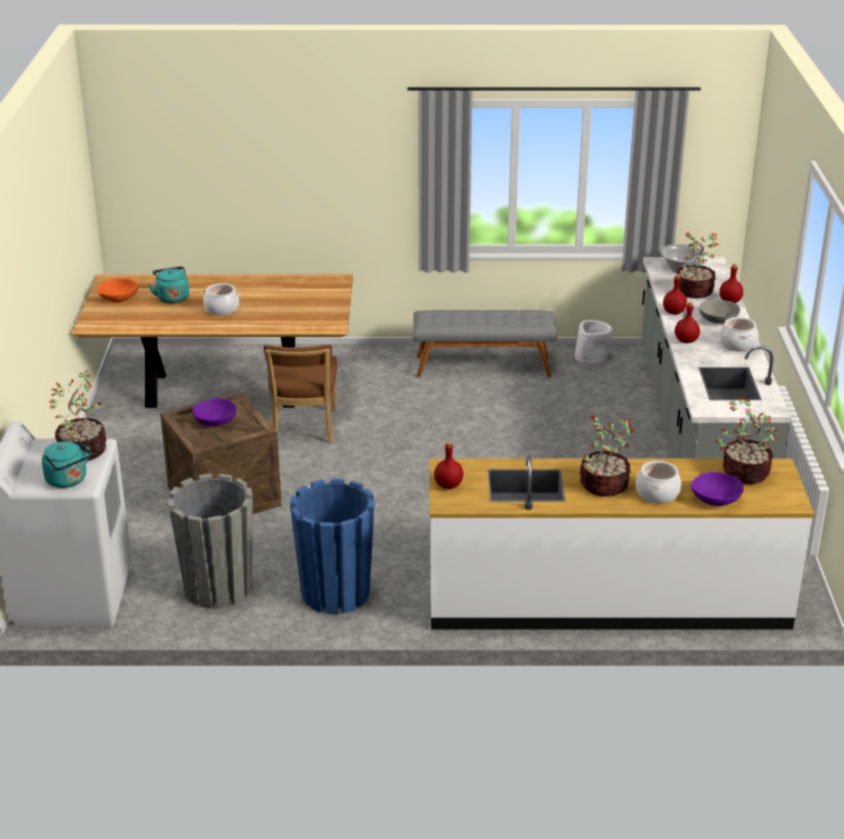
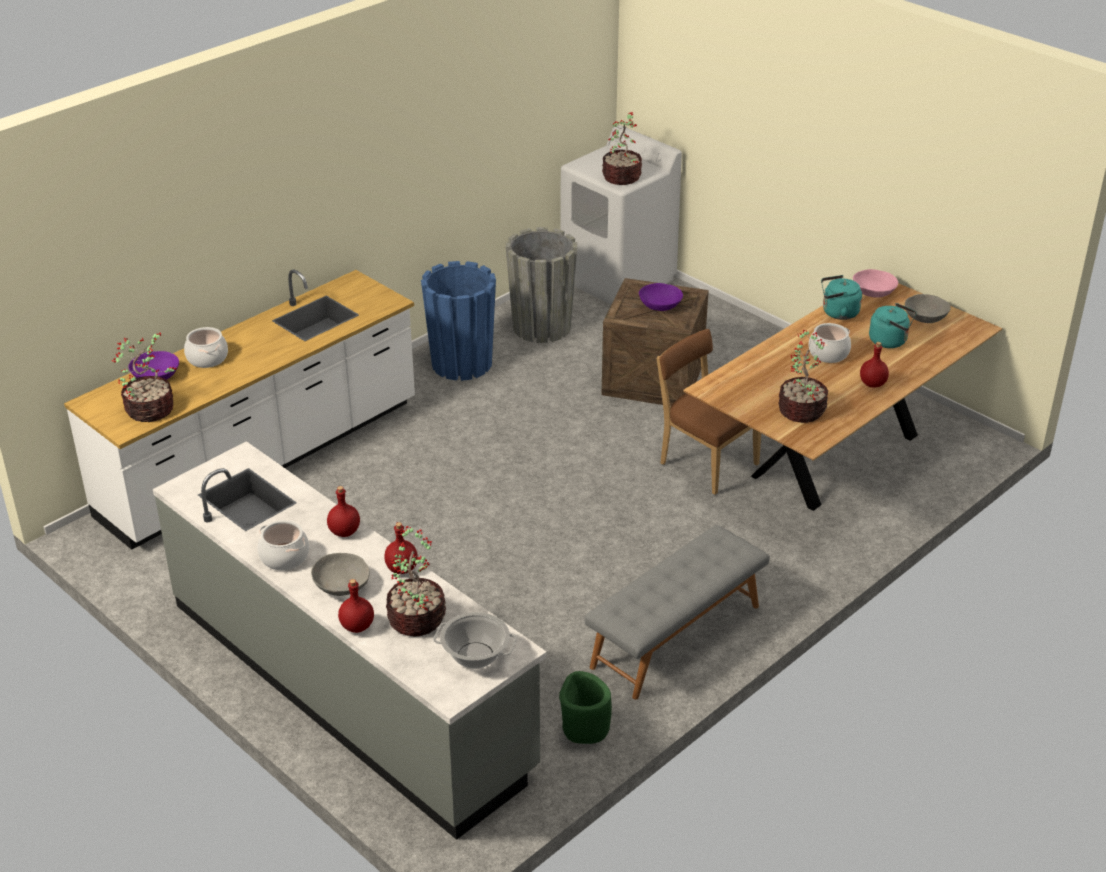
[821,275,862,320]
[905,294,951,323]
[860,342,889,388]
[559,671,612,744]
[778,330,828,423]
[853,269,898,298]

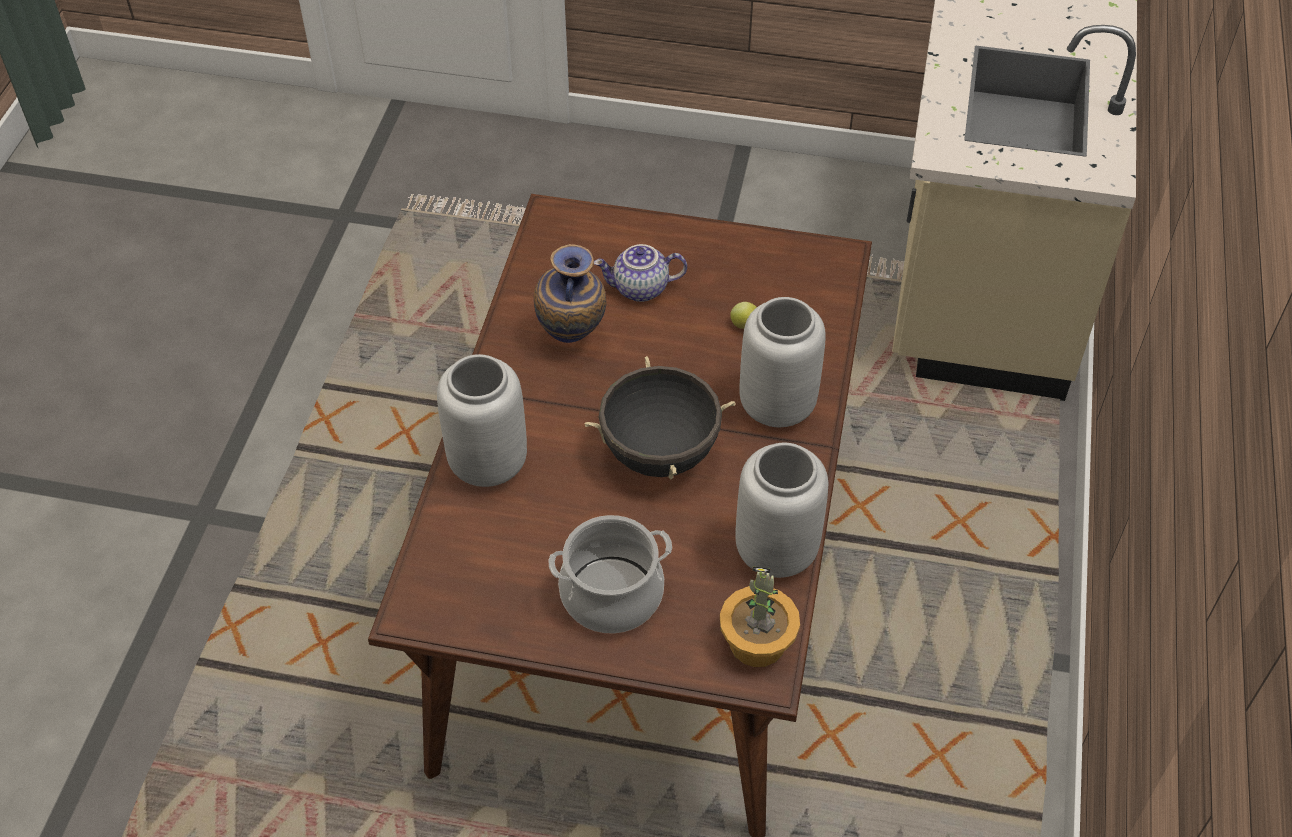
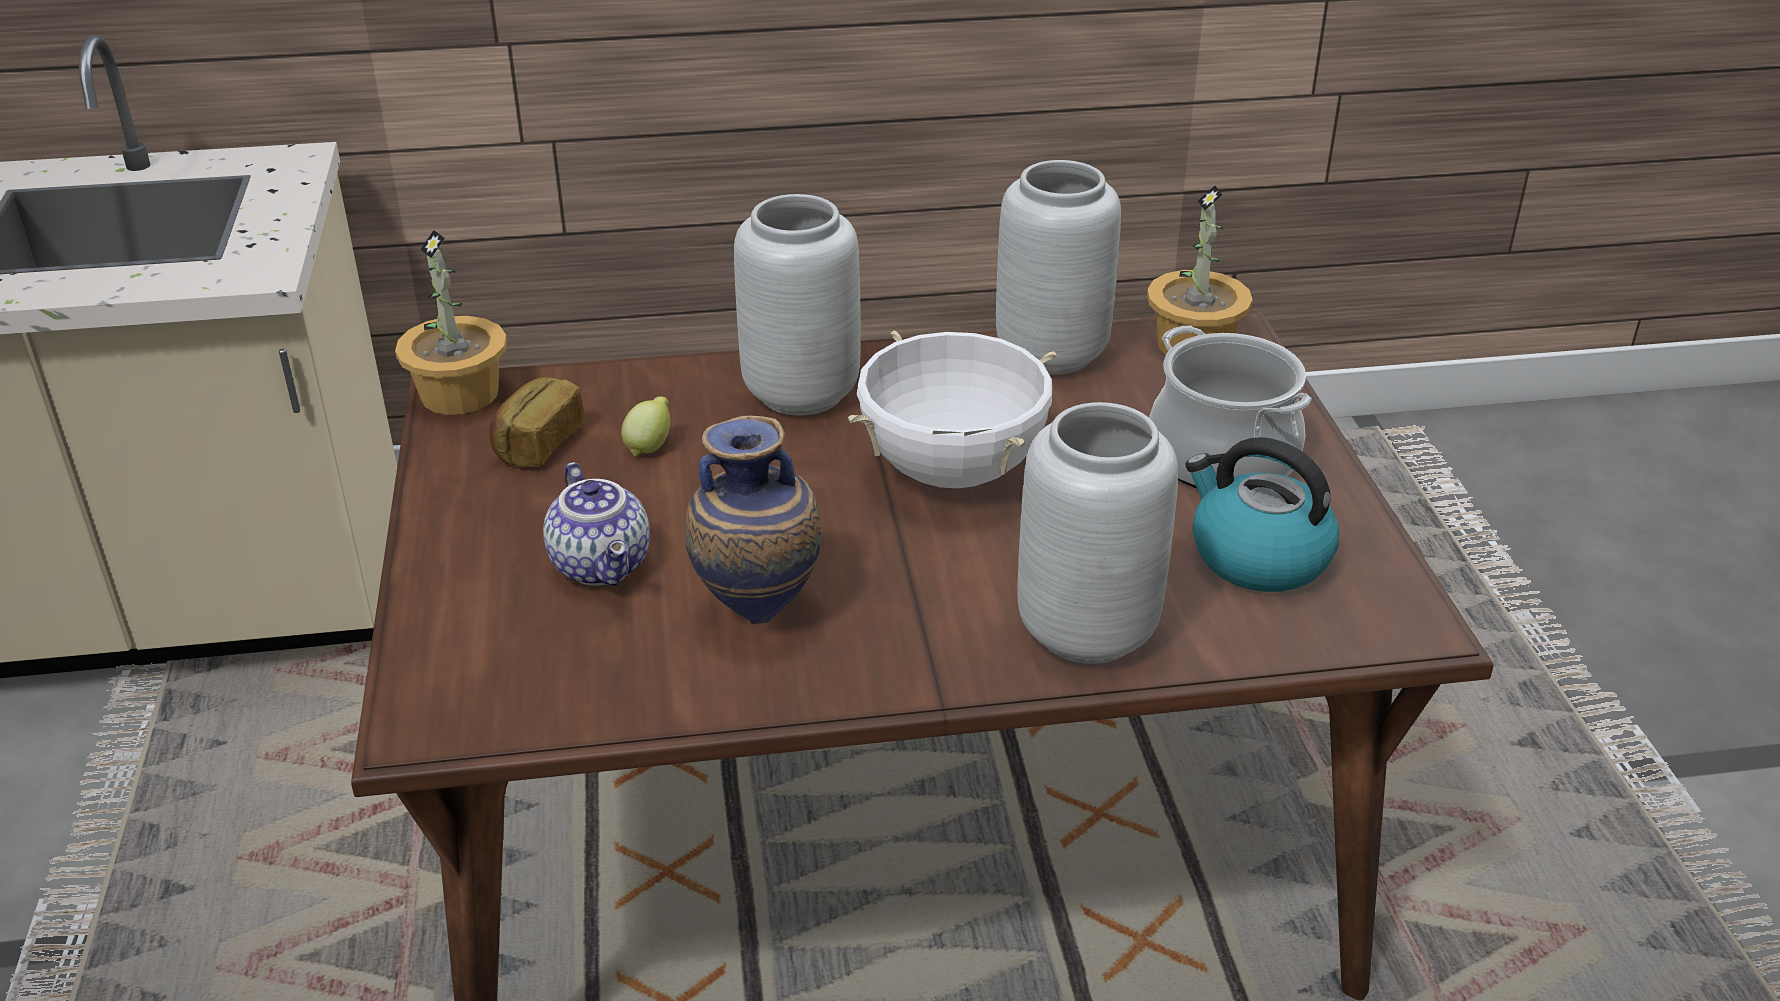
[848,330,1057,488]
[395,230,507,415]
[490,377,584,467]
[1185,437,1339,592]

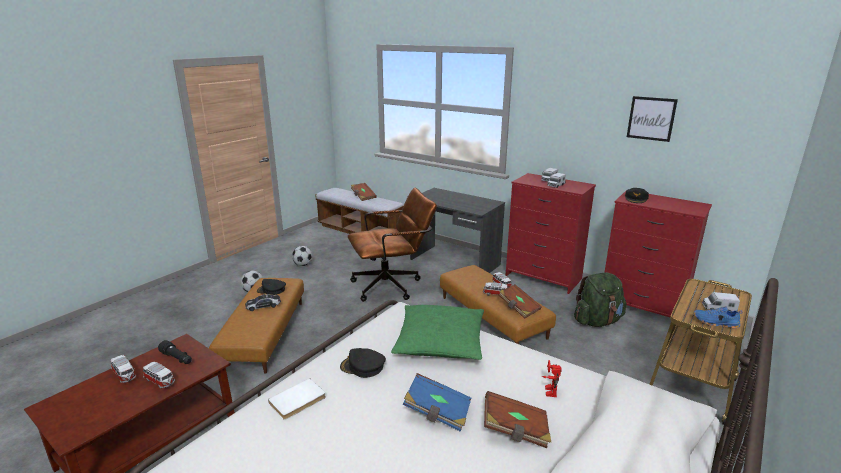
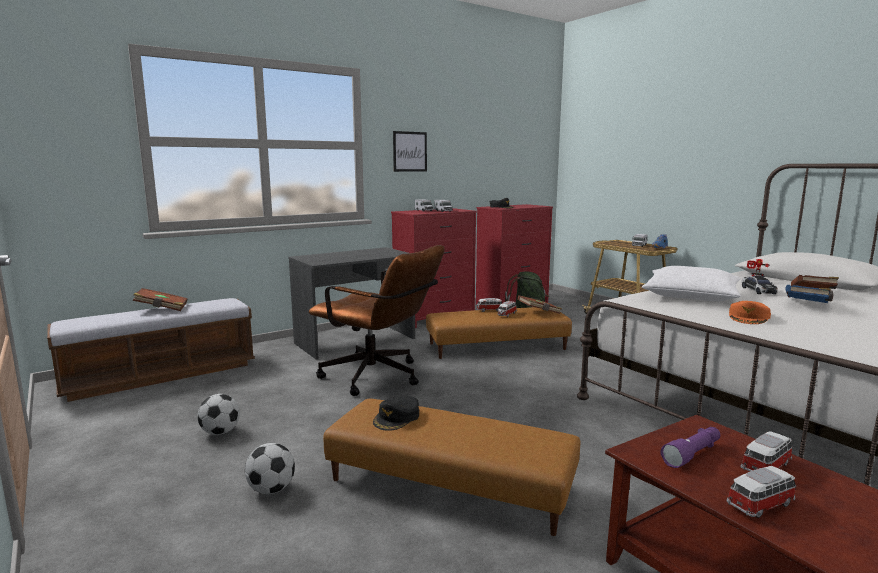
[660,427,720,468]
[742,276,778,294]
[268,378,326,420] (first image)
[729,301,771,324]
[309,245,444,396]
[642,266,741,301]
[393,131,427,172]

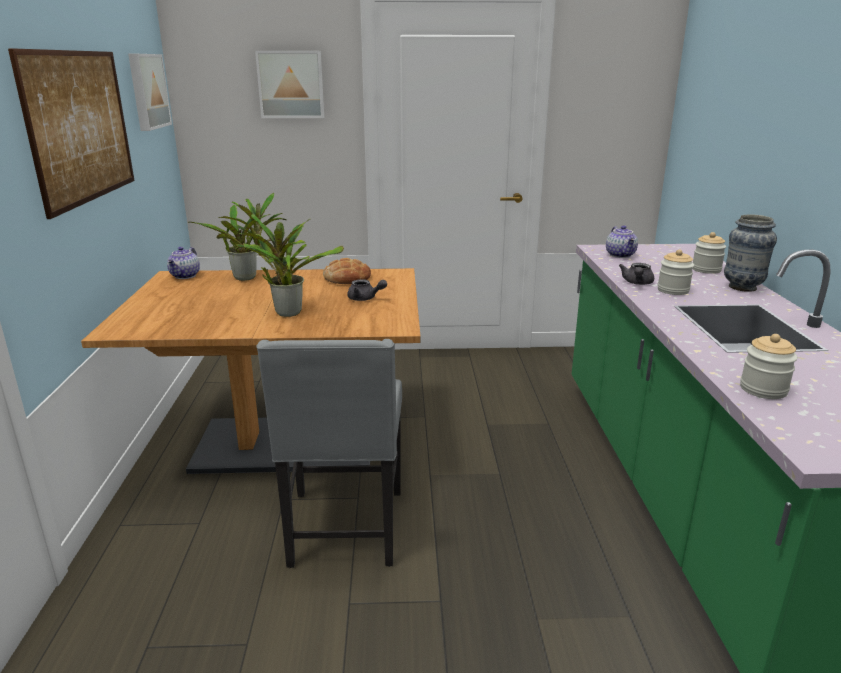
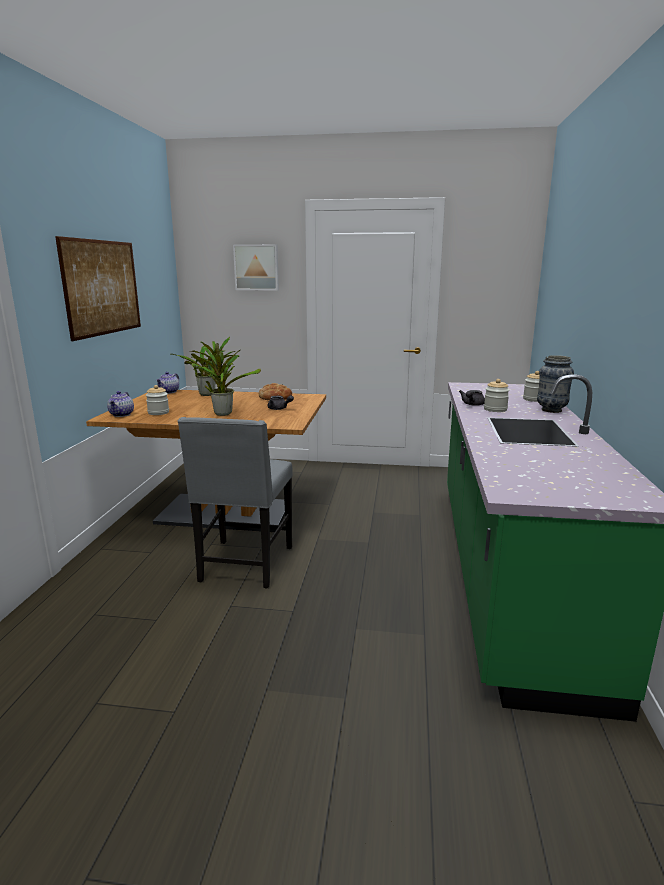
[128,54,172,131] (first image)
[107,391,134,417]
[146,385,169,415]

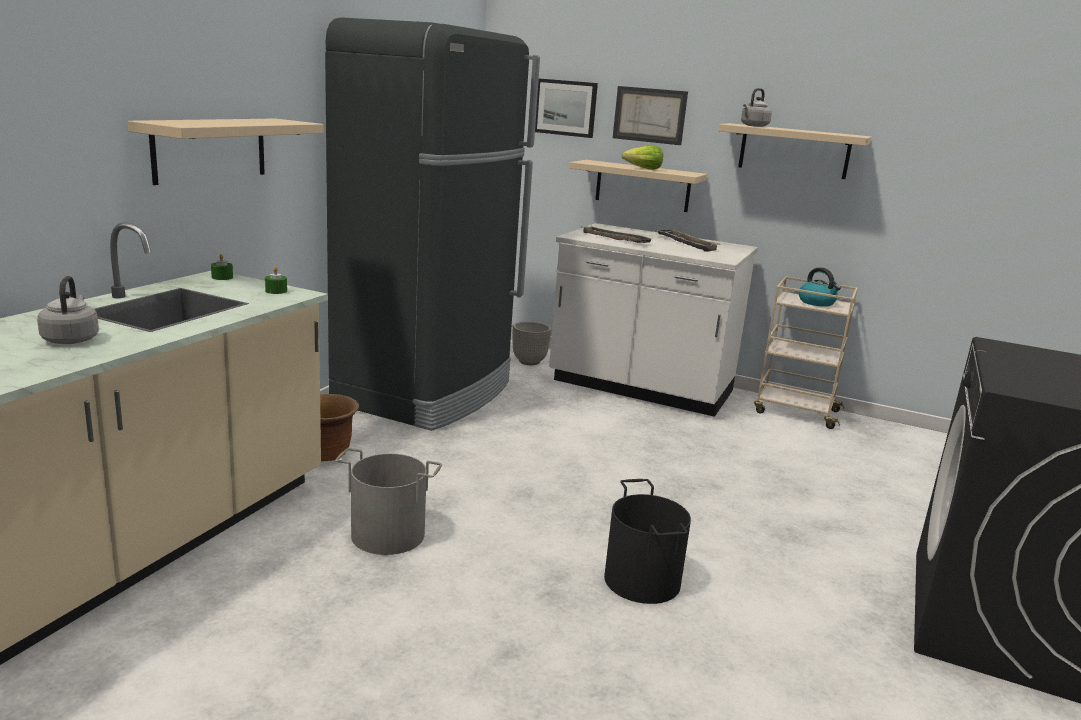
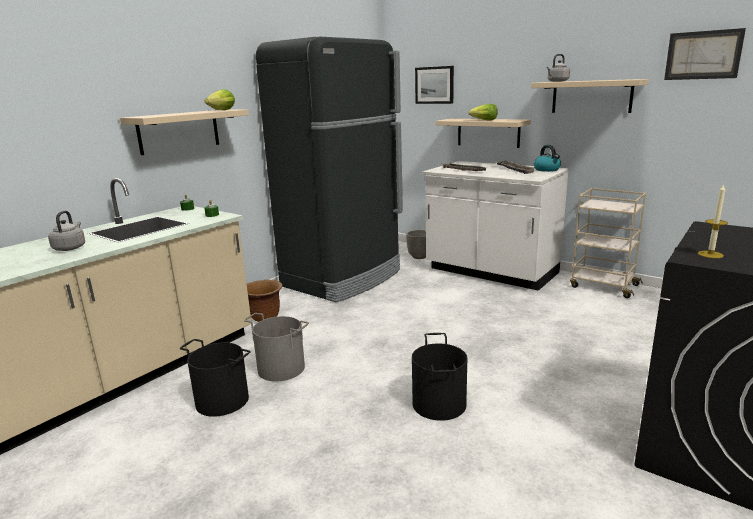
[664,28,746,80]
[534,145,561,172]
[180,339,251,417]
[204,89,235,110]
[698,184,728,258]

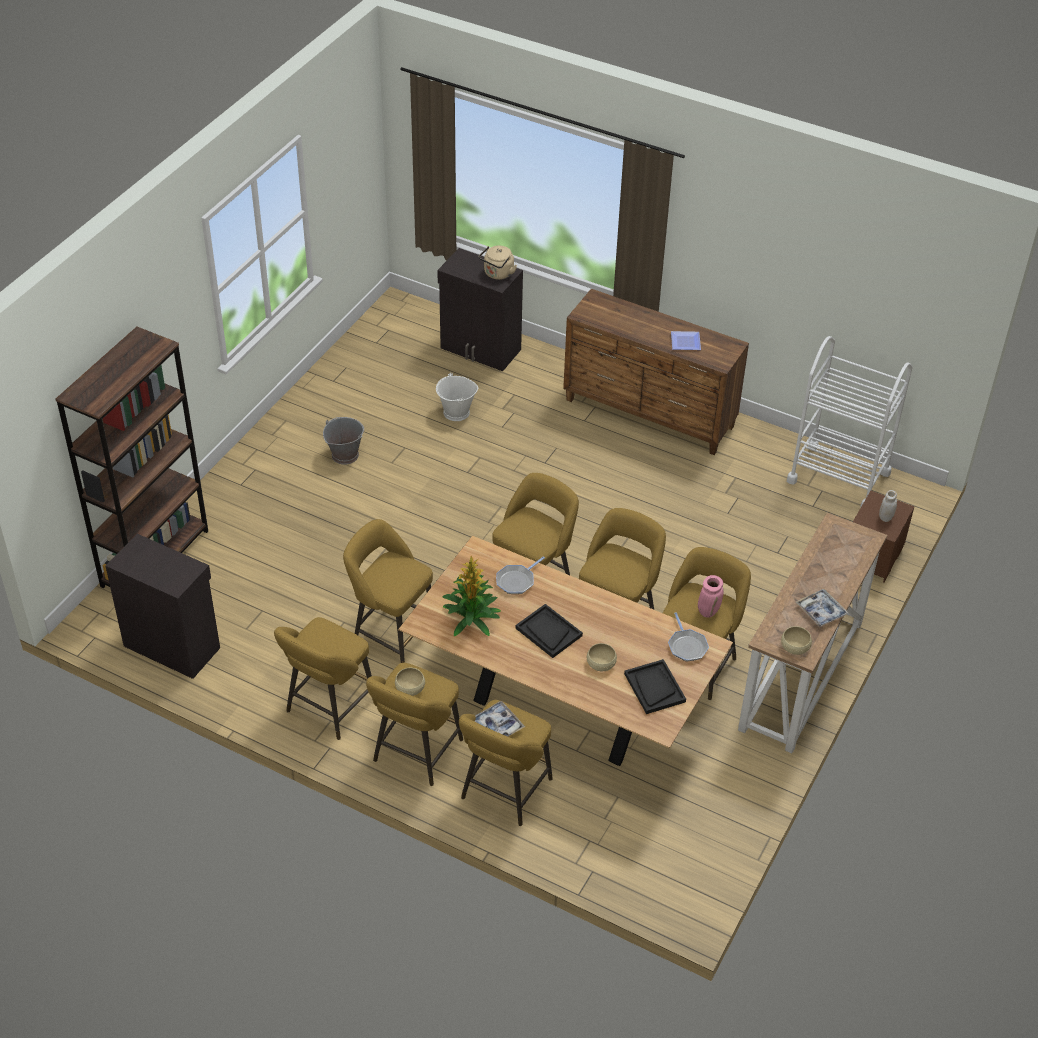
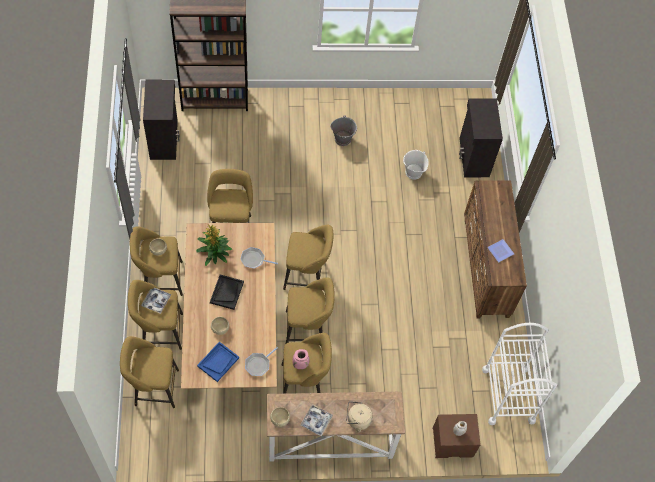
[120,336,179,408]
[346,401,372,432]
[197,342,239,382]

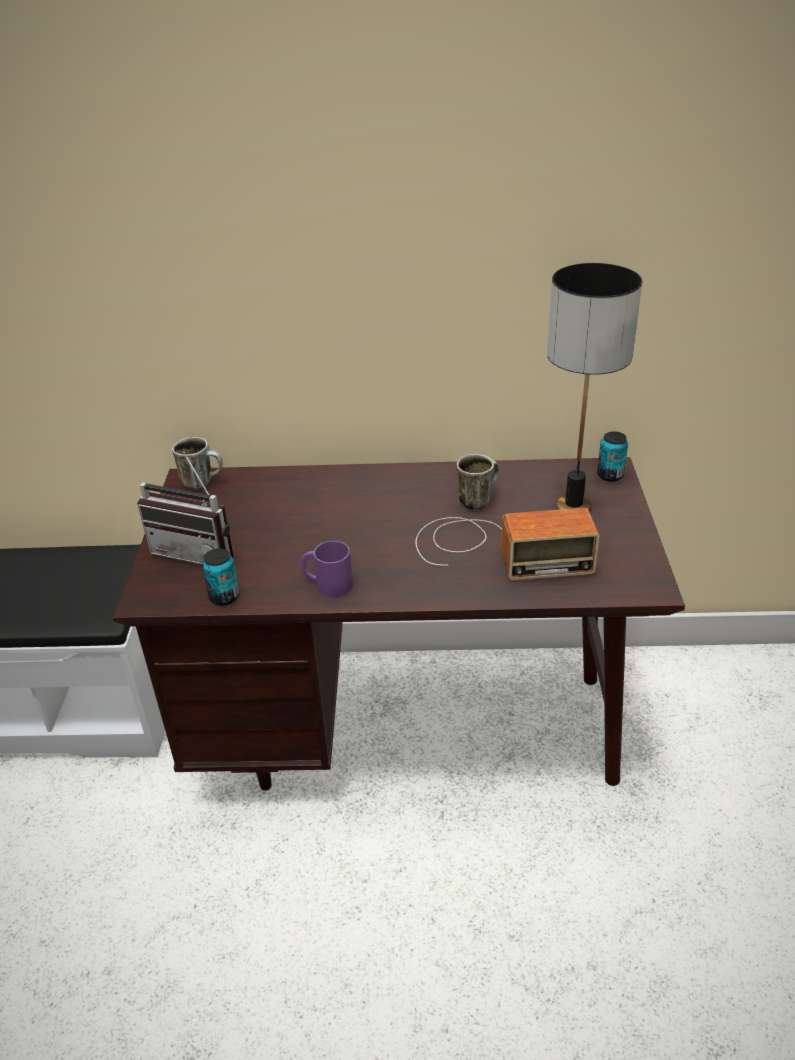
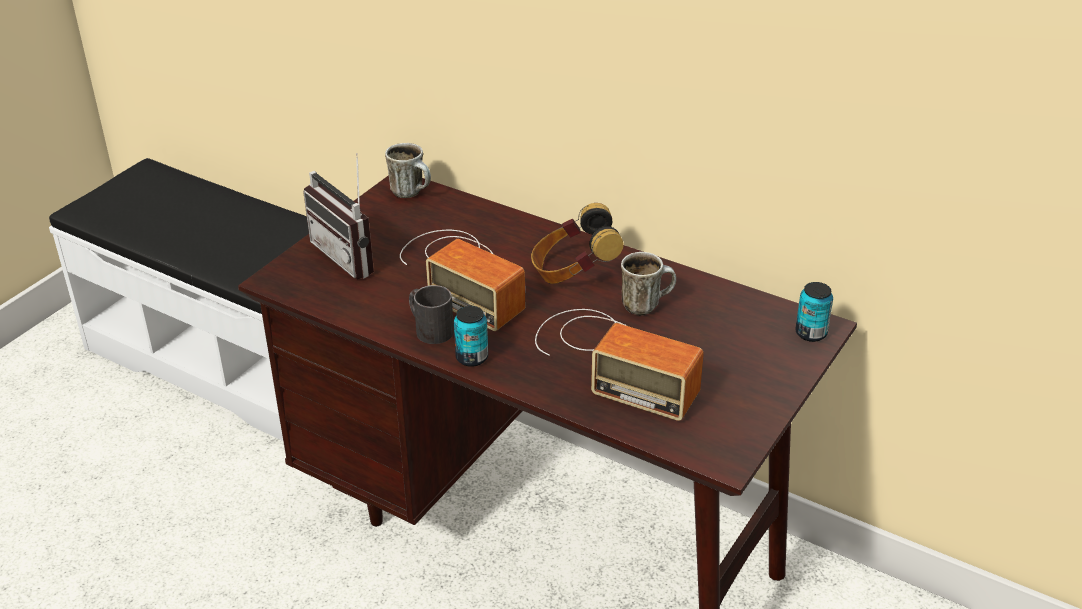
[454,306,488,367]
[409,285,454,344]
[547,263,642,512] (first image)
[400,230,525,331]
[531,203,623,284]

